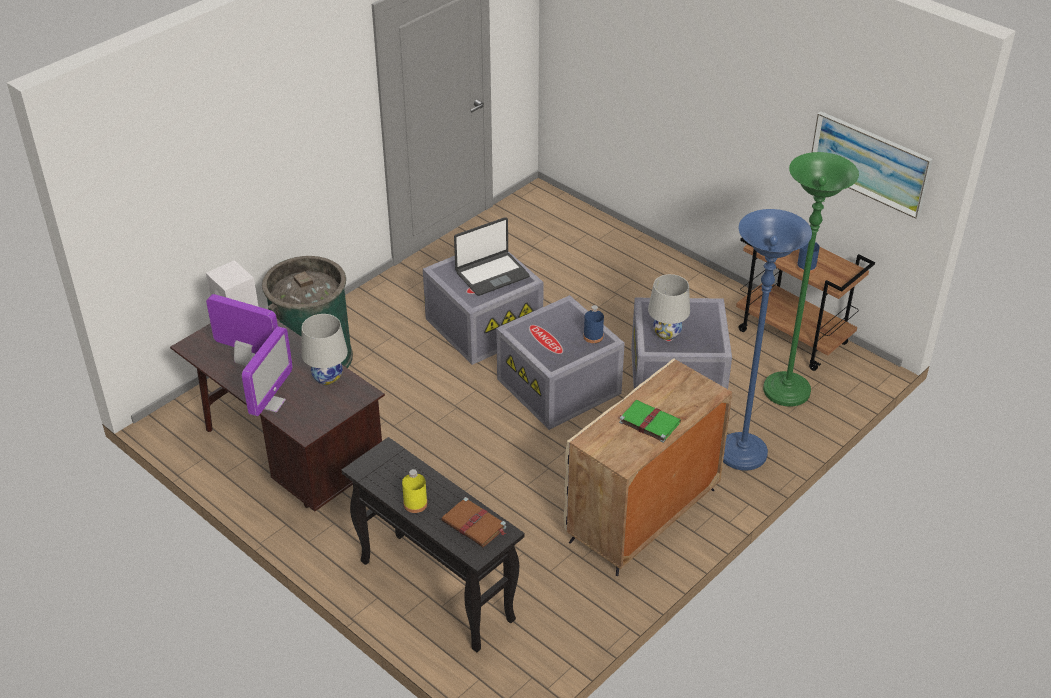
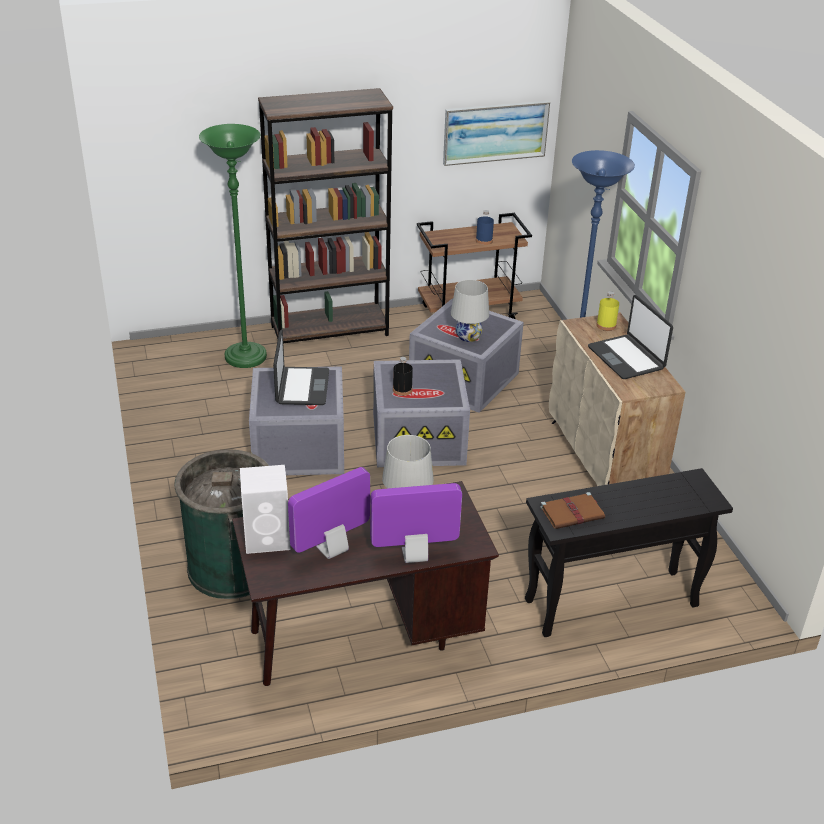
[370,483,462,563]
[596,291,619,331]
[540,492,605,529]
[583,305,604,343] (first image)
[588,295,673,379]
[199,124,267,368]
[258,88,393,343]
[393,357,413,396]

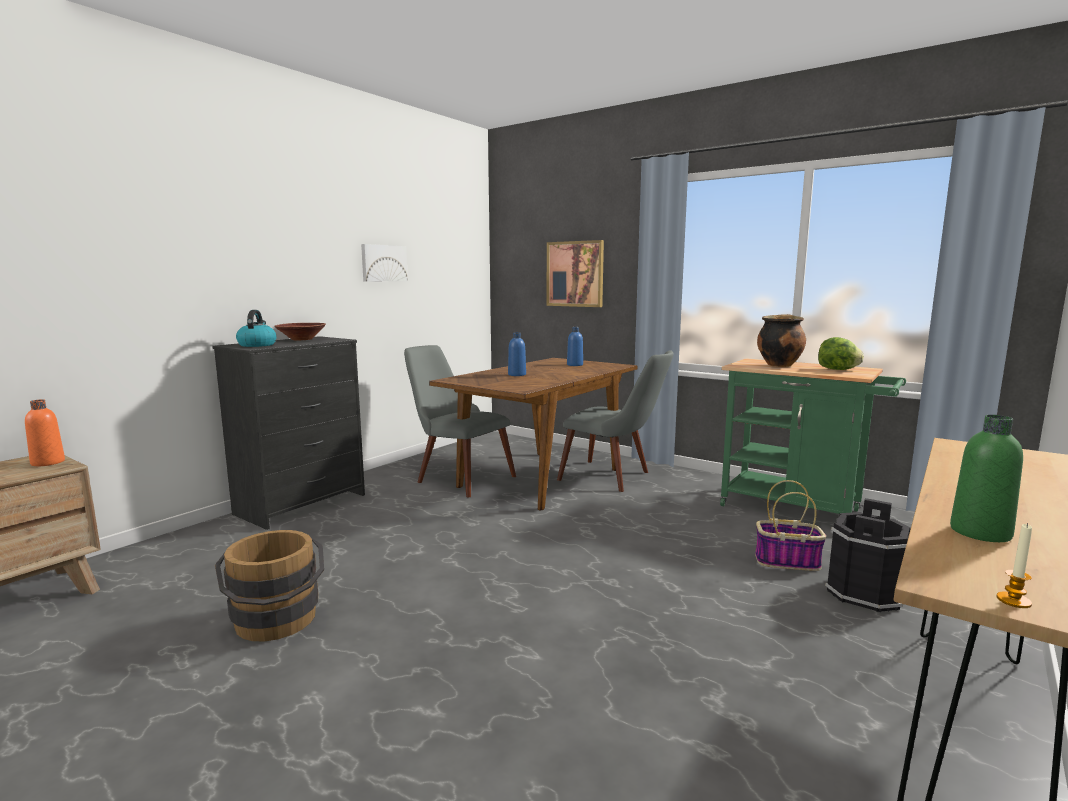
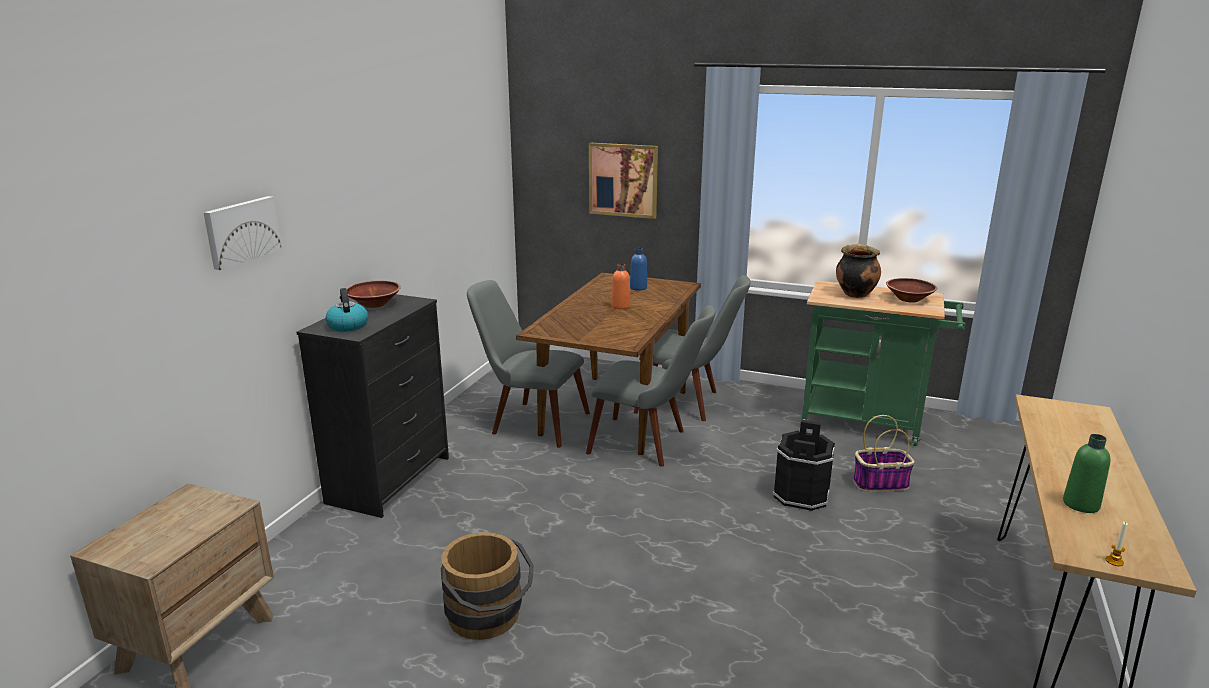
[612,264,630,309]
[203,196,282,270]
[508,332,526,376] (first image)
[886,278,937,303]
[772,420,835,511]
[586,305,716,467]

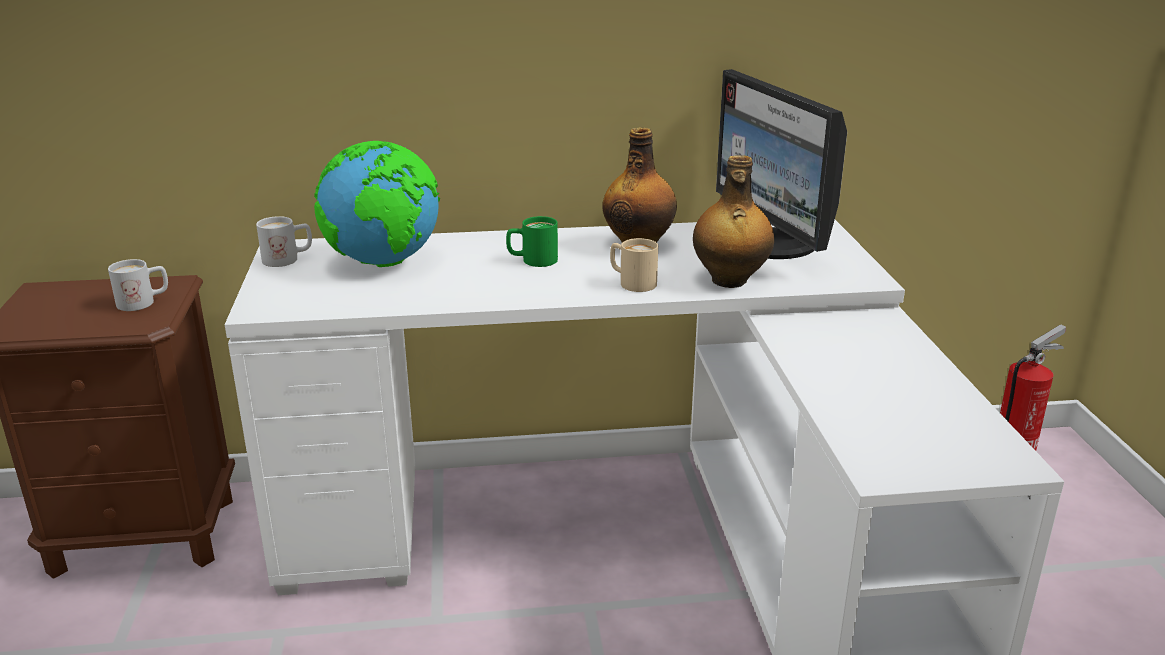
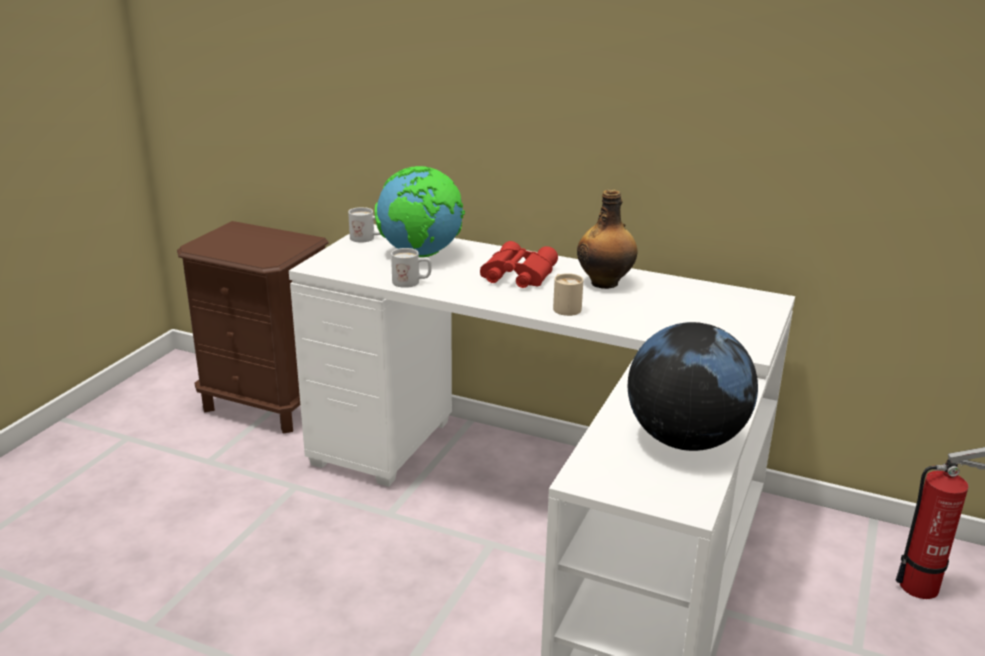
[391,248,432,288]
[480,241,558,288]
[693,155,774,288] (first image)
[716,69,847,259] (first image)
[628,322,758,451]

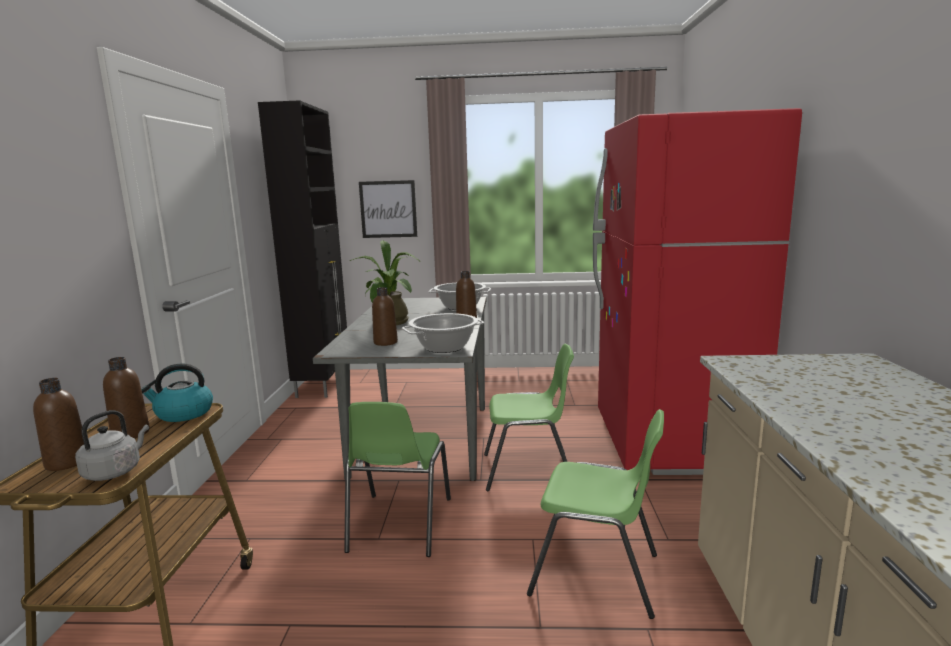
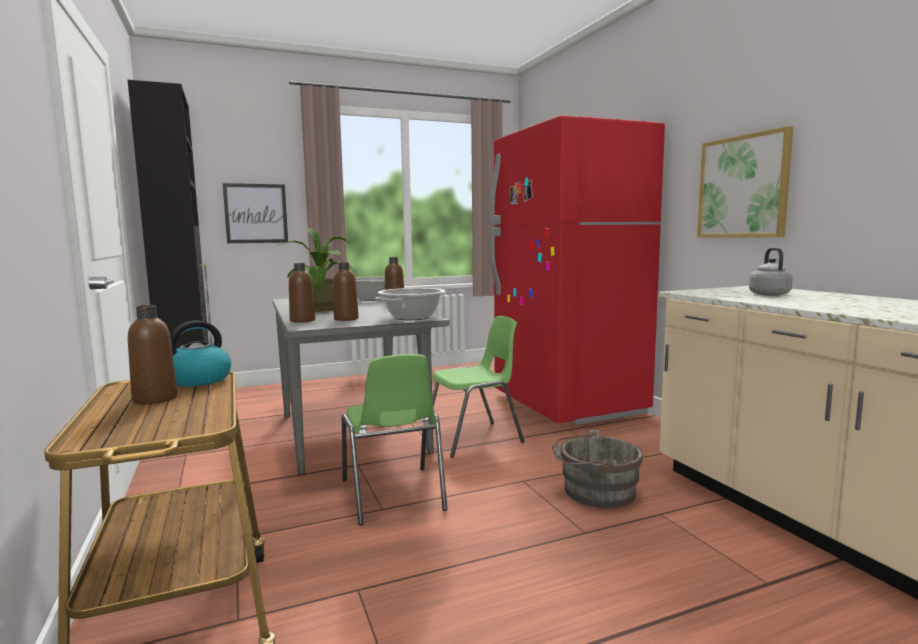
[289,263,315,323]
[749,247,793,296]
[552,430,643,508]
[697,126,793,237]

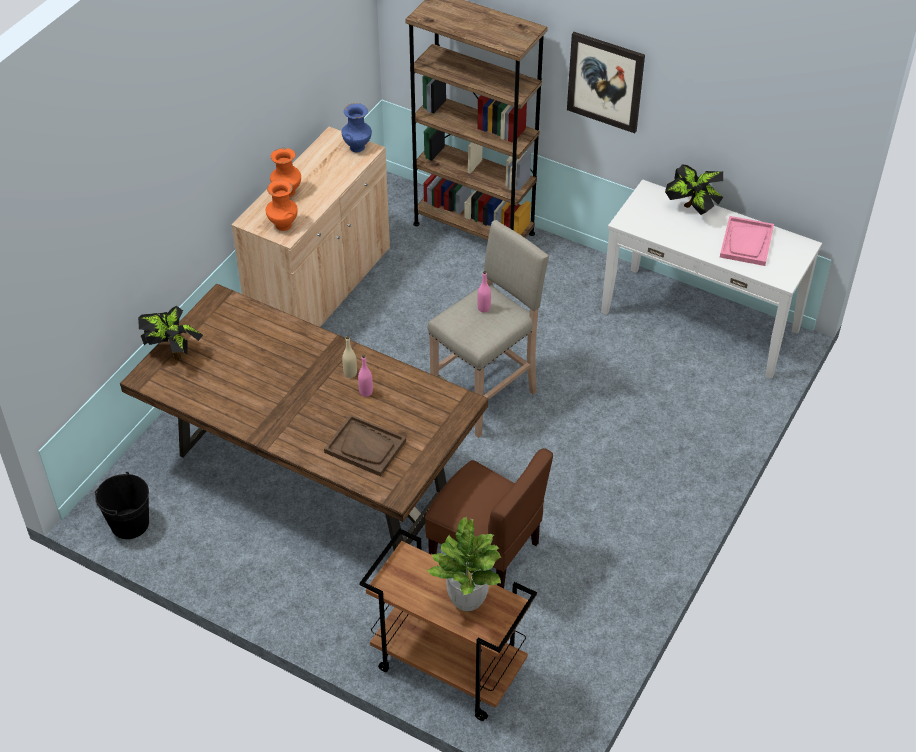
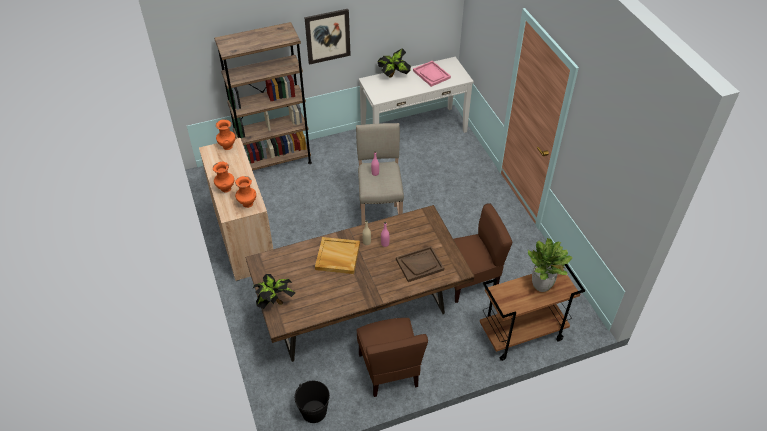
[216,120,235,150]
[315,237,360,274]
[356,318,428,397]

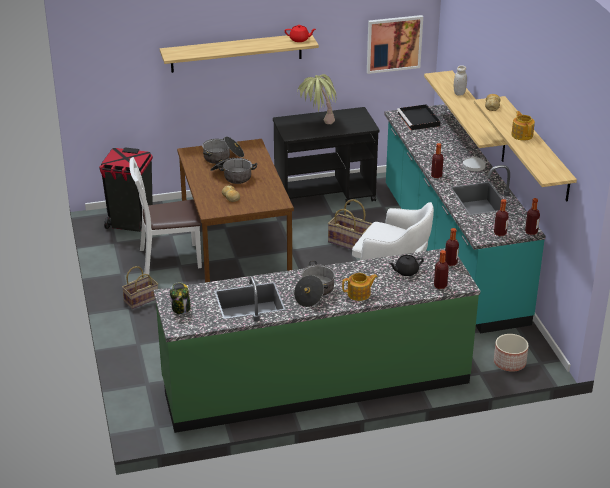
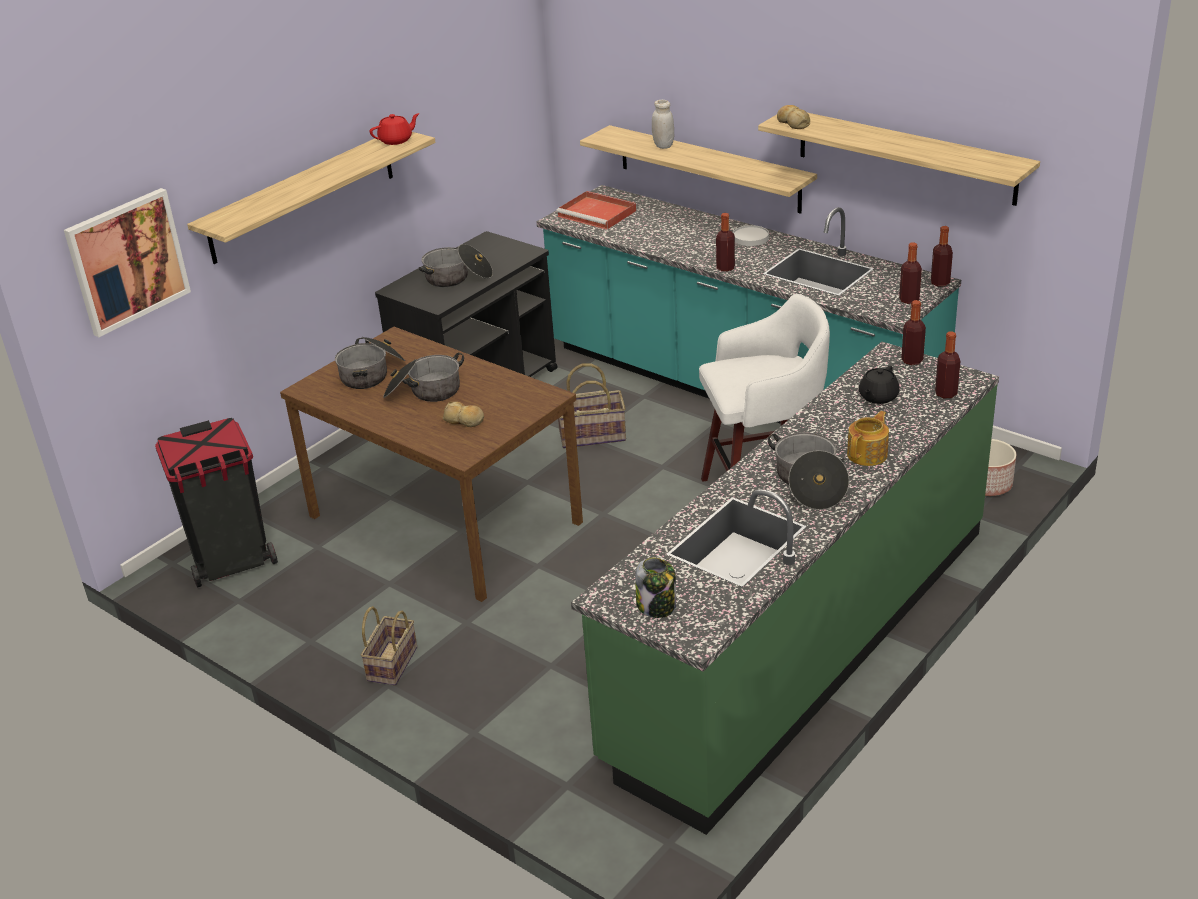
[129,157,202,276] (first image)
[419,244,493,287]
[64,188,191,337]
[556,191,636,230]
[511,111,535,141] (first image)

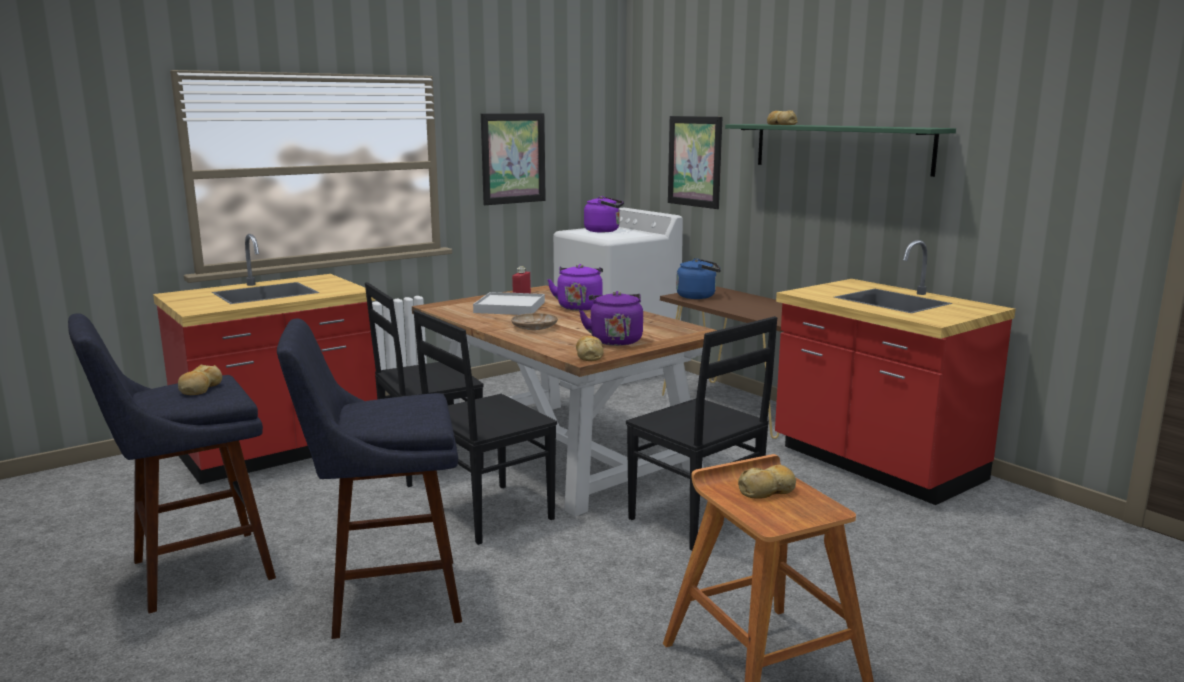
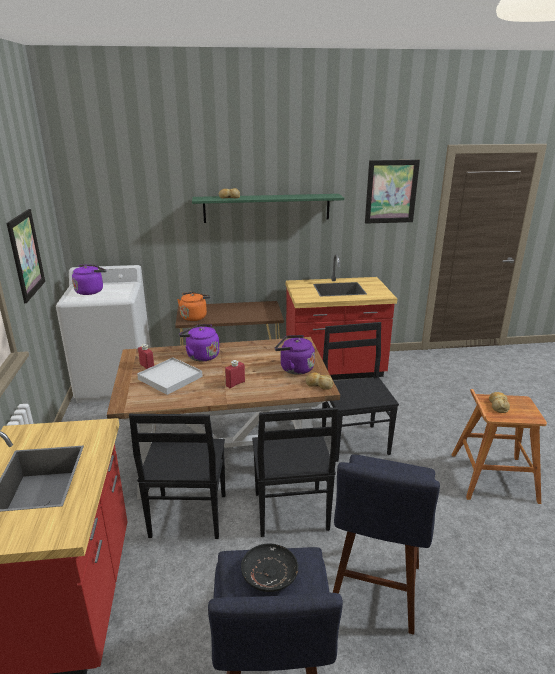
[241,544,298,592]
[225,360,245,388]
[322,322,399,462]
[365,160,420,224]
[177,292,211,321]

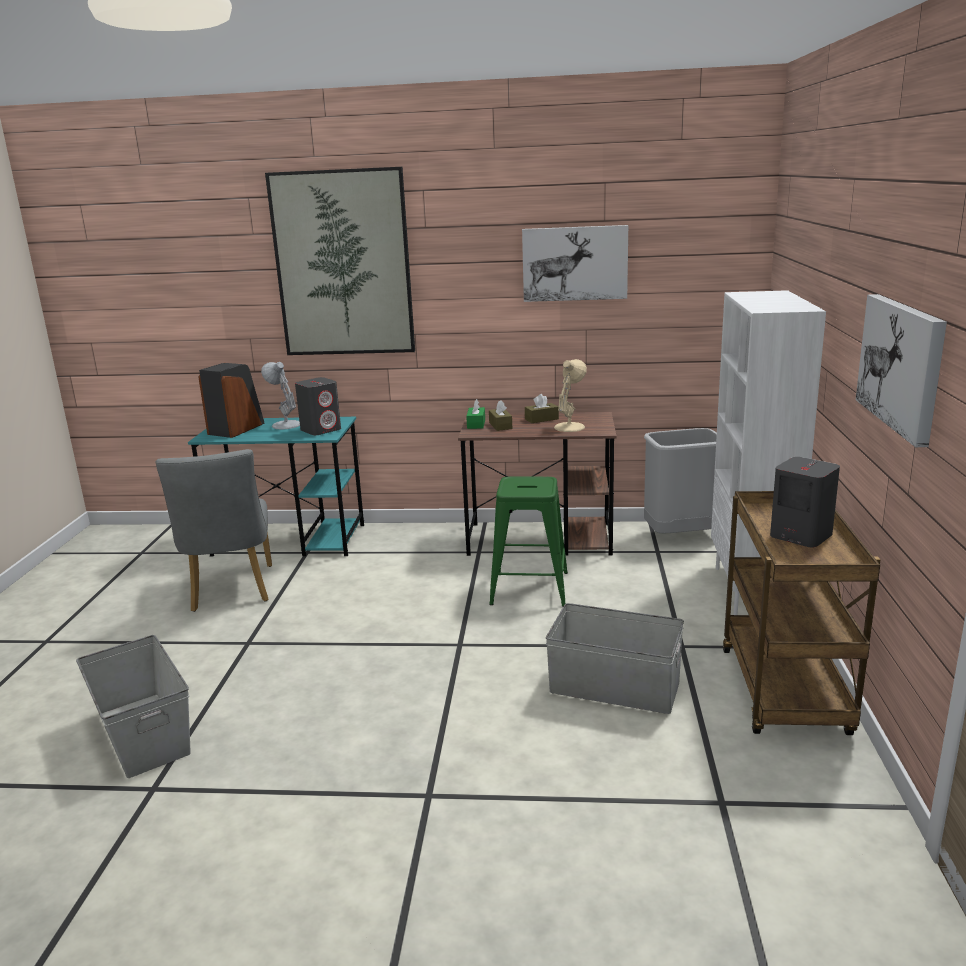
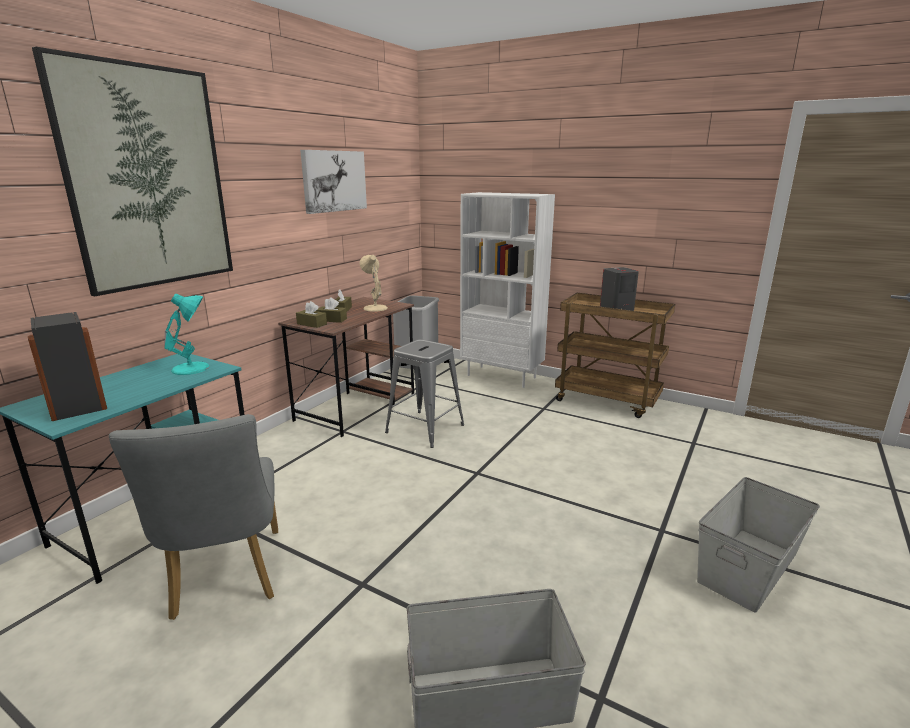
[109,414,278,620]
[261,362,300,430] (first image)
[164,294,209,375]
[296,301,327,328]
[385,339,464,448]
[697,477,820,613]
[856,294,947,447] (first image)

